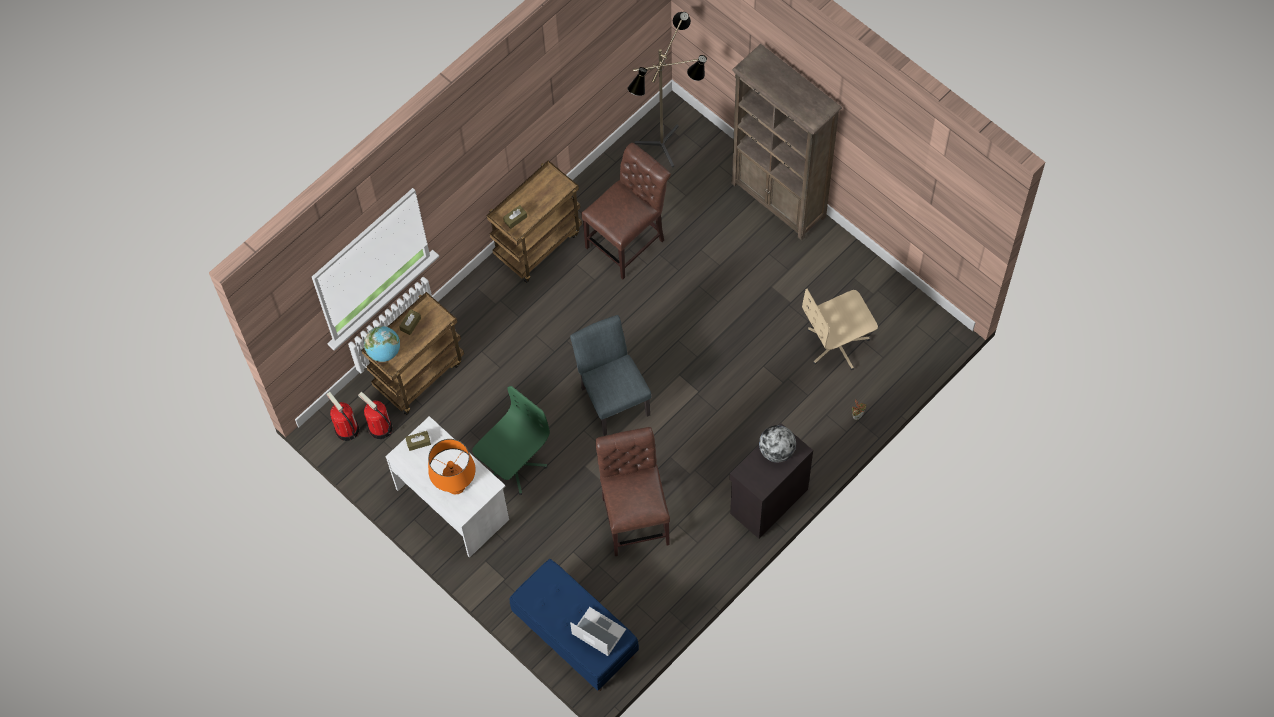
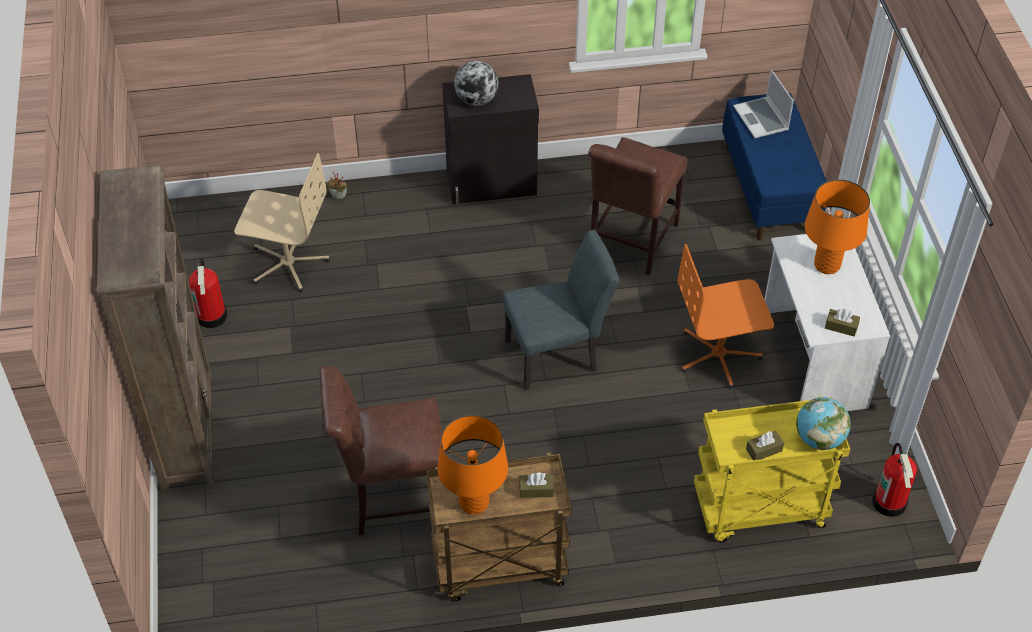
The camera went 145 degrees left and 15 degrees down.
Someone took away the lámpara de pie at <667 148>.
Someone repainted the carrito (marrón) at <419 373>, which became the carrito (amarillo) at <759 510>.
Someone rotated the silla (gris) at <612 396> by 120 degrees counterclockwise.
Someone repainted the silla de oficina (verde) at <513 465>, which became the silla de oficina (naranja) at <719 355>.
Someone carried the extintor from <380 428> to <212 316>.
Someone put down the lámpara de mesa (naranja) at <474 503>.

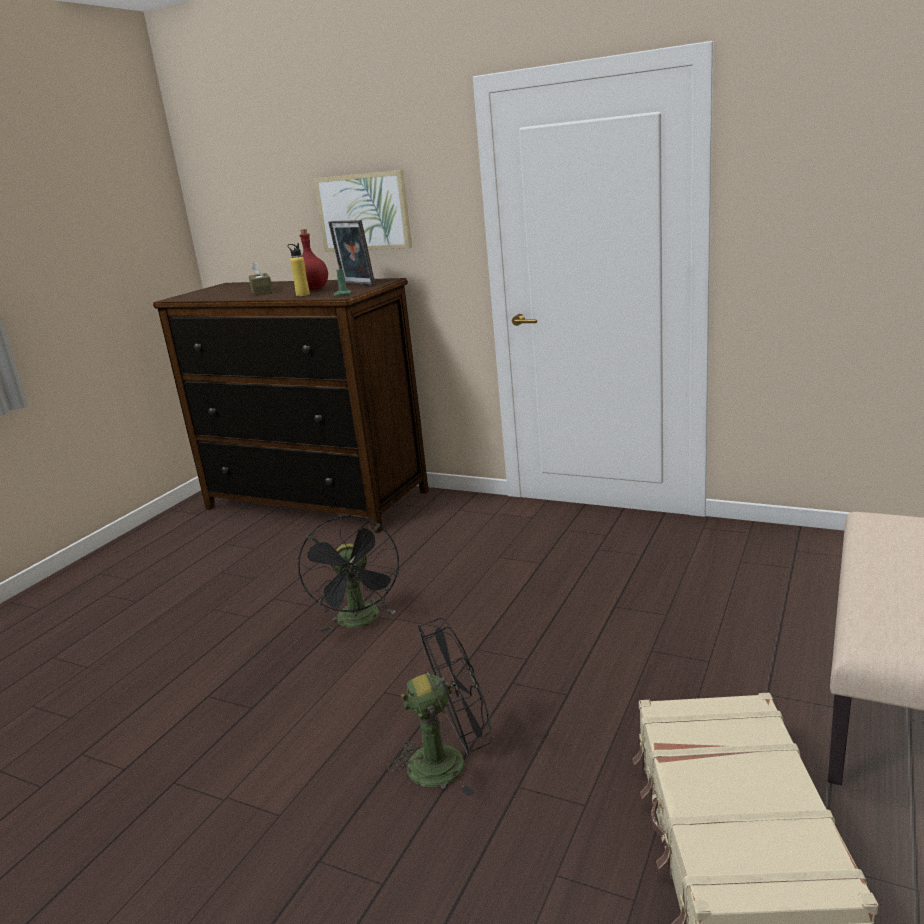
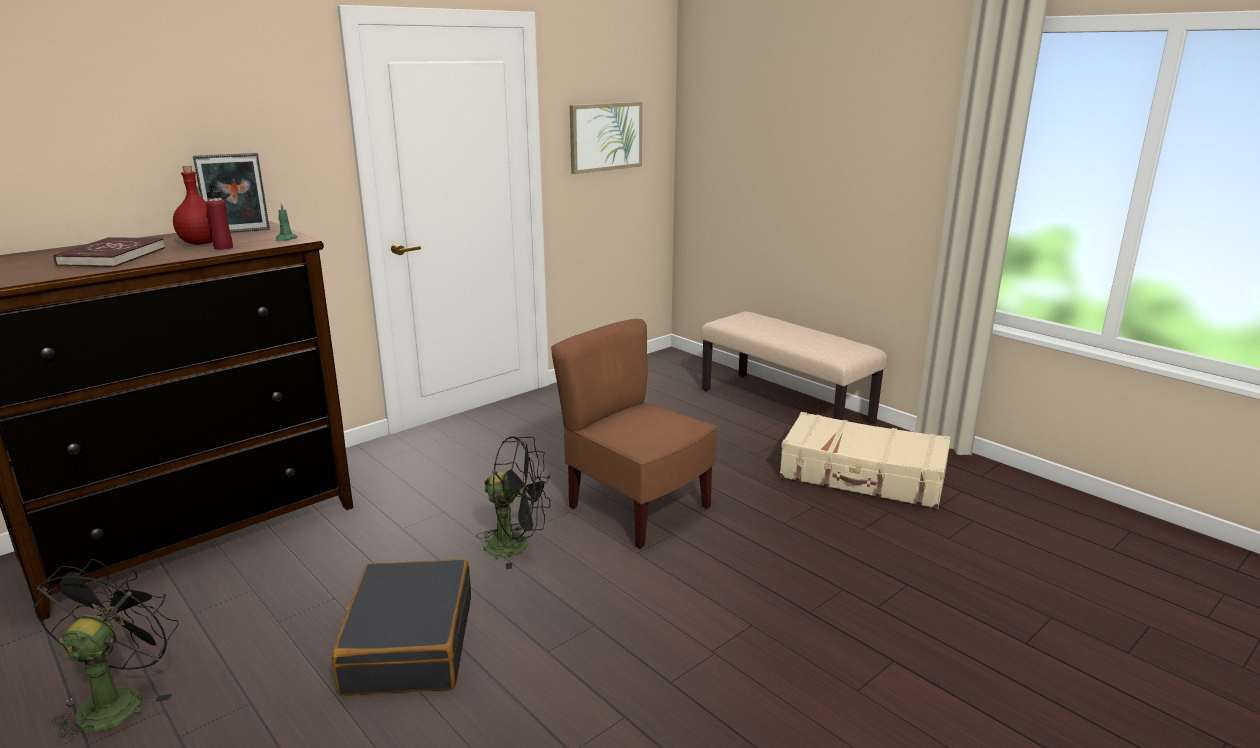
The camera went 70 degrees left and 0 degrees up.
Someone carried the cuadro from <364 212> to <605 136>.
Someone repainted the botella (amarillo) at <302 295>, which became the botella (rojo) at <223 248>.
Someone swapped the caja de pañuelos (marrón) at <261 291> for the libro (rojo) at <112 257>.
Someone carried the ventilador (negro) from <449 761> to <116 699>.
Someone put down the silla (marrón) at <636 509>.
Someone put down the maleta (negro) at <408 644>.

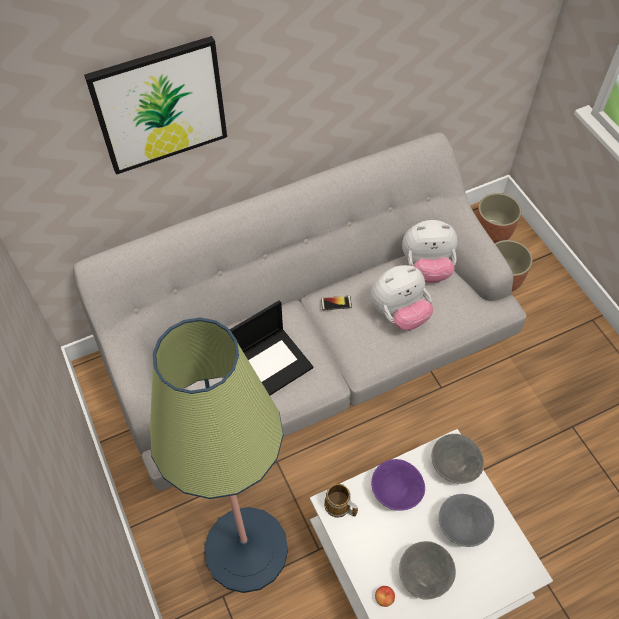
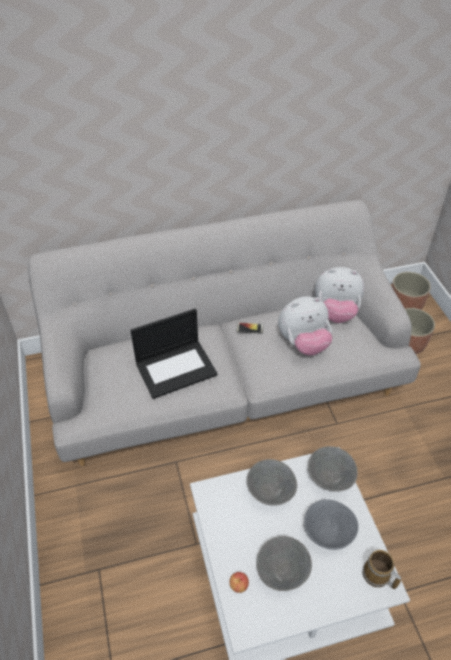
The camera went 10 degrees right and 10 degrees down.
Someone took away the cuadro at <160 105>.
Someone took away the lámpara de pie at <246 549>.
Someone repainted the cuenco (morado) at <396 492>, which became the cuenco (gris) at <271 492>.
Someone carried the taza grande from <338 506> to <377 576>.

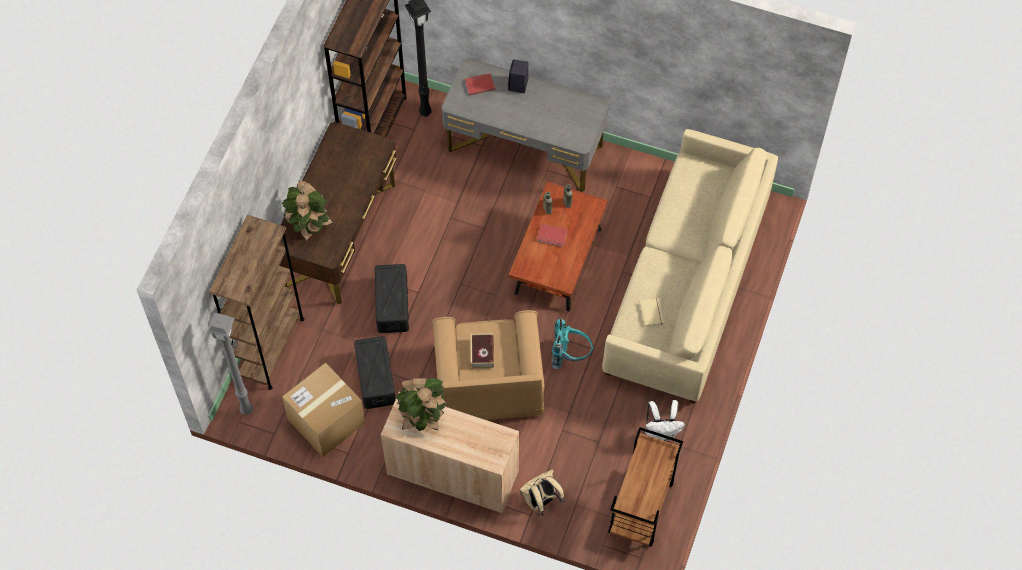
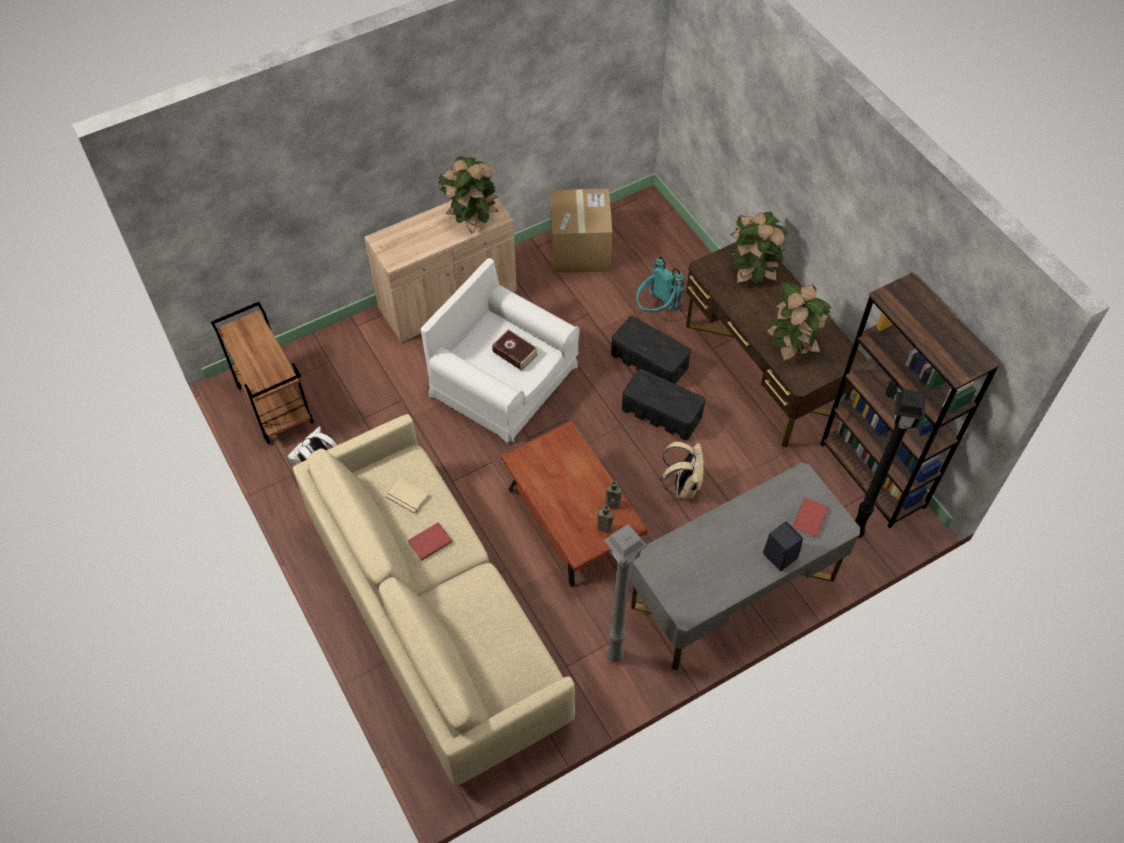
The camera went 130 degrees right and 5 degrees down.
Someone took away the estantería (marrón) at <270 348>.
Someone carried the libro (rojo) from <551 236> to <429 541>.
Someone repainted the sillón (marrón) at <489 380>, which became the sillón (blanco) at <503 380>.
Someone carried the lámpara de pie (gris) from <247 411> to <613 655>.
Someone carried the mochila (turquesa) from <570 355> to <655 309>.
Someone carried the caja de almacenaje (negro) from <375 377> to <662 413>.
Someone carried the mochila (beis) from <541 501> to <683 485>.
Someone put down the planta en maceta at <792 346>.

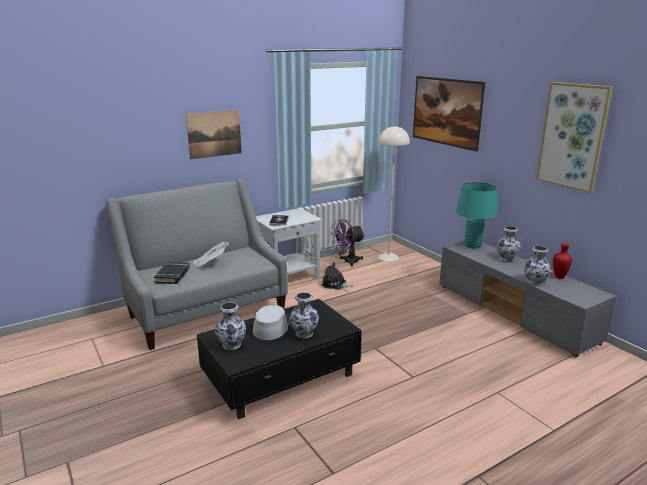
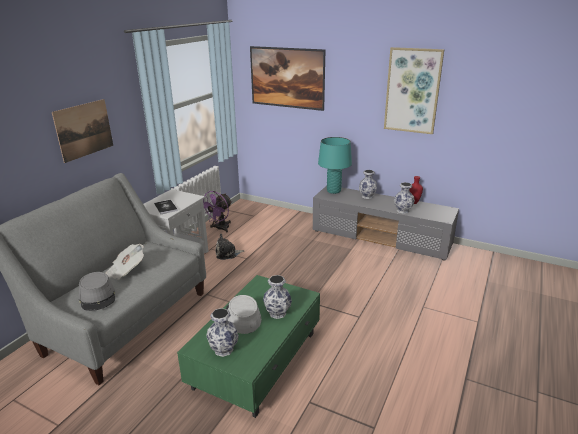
The camera went 30 degrees left and 5 degrees up.
Someone took away the lámpara de pie (beis) at <388 257>.
Someone swapped the libro (negro) at <173 275> for the sombrero (gris) at <98 297>.
Someone repainted the mesa de centro (negro) at <282 376>, which became the mesa de centro (verde) at <258 359>.

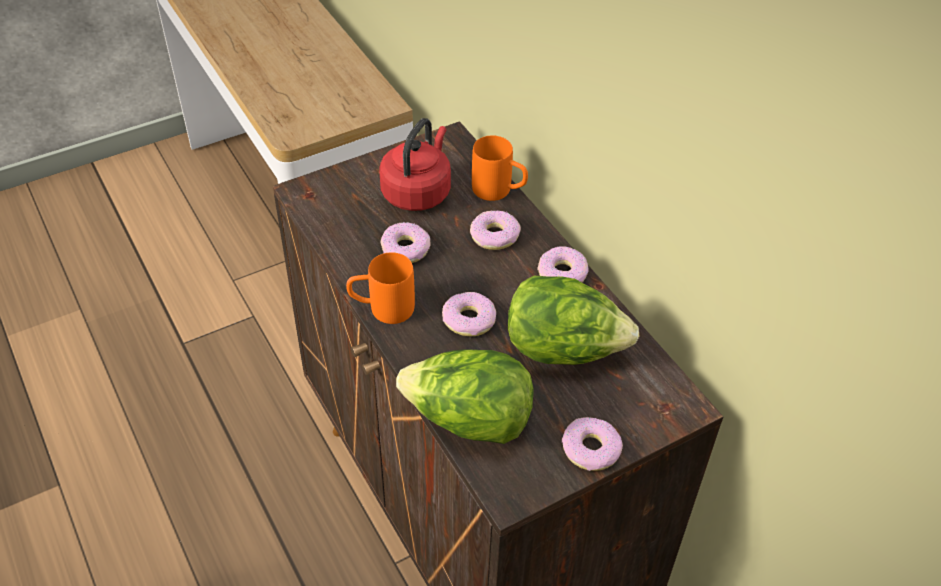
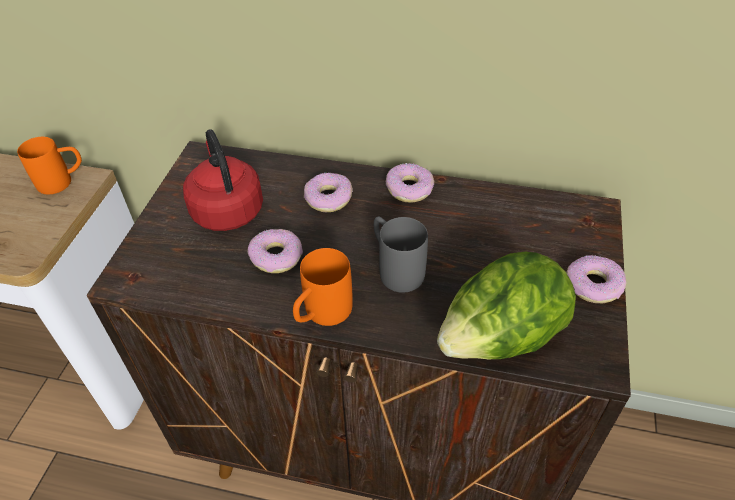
The camera went 45 degrees left and 0 degrees up.
Someone carried the taza grande (naranja) from <499 191> to <63 181>.
Someone took away the lechuga at <563 349>.
Someone swapped the rosquilla at <469 320> for the taza grande (gris) at <395 268>.

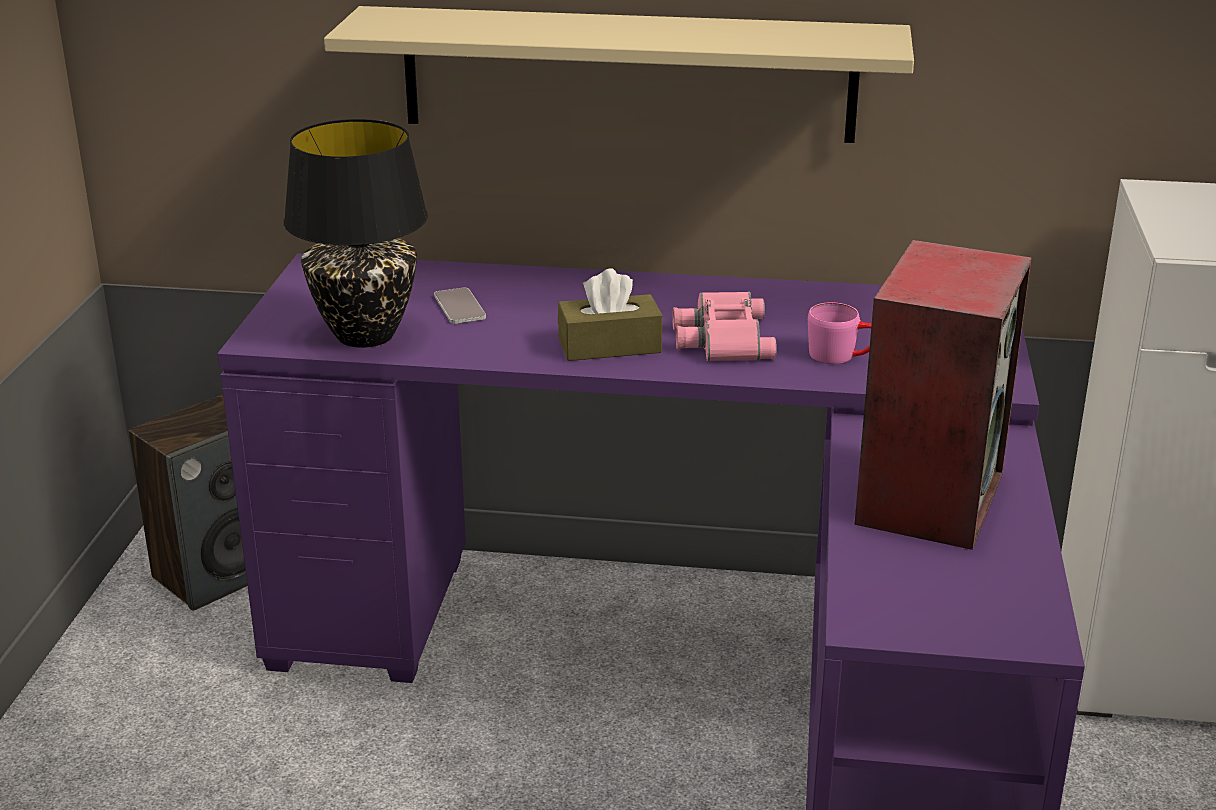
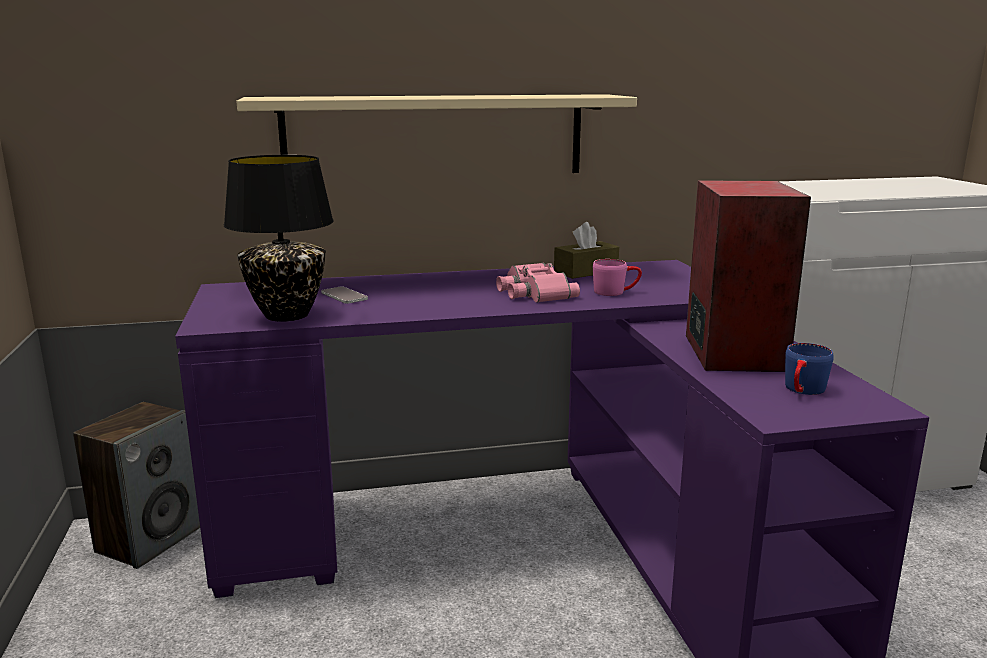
The camera went 20 degrees left and 10 degrees down.
Someone carried the caja de pañuelos (marrón) from <609 346> to <586 271>.
Someone put down the taza grande (azul) at <802 391>.

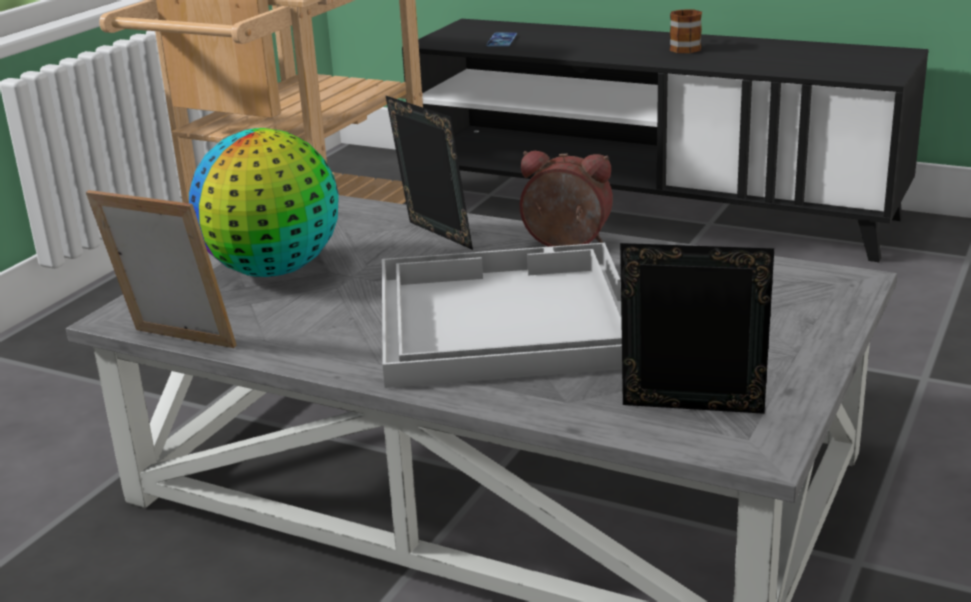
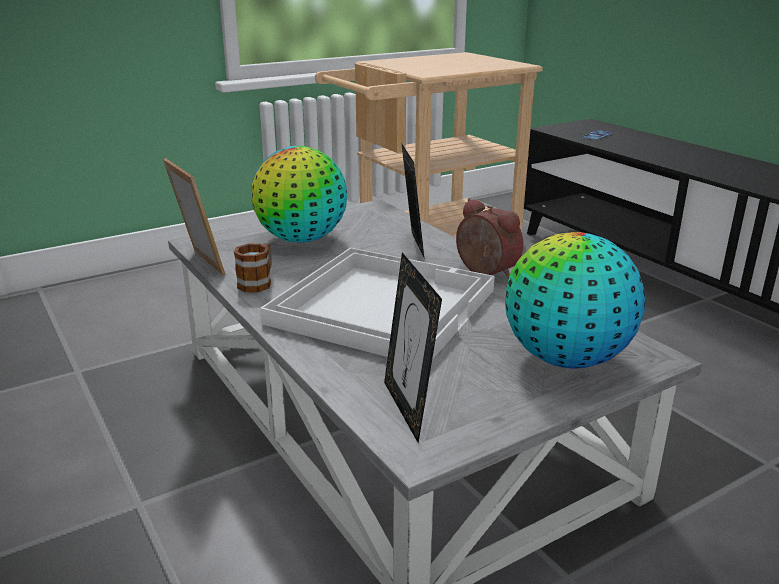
The camera went 30 degrees right and 0 degrees up.
Someone carried the taza grande from <683 47> to <258 282>.
Someone rotated the portarretratos at <692 415> by 150 degrees counterclockwise.
Someone put down the globo terráqueo at <565 359>.

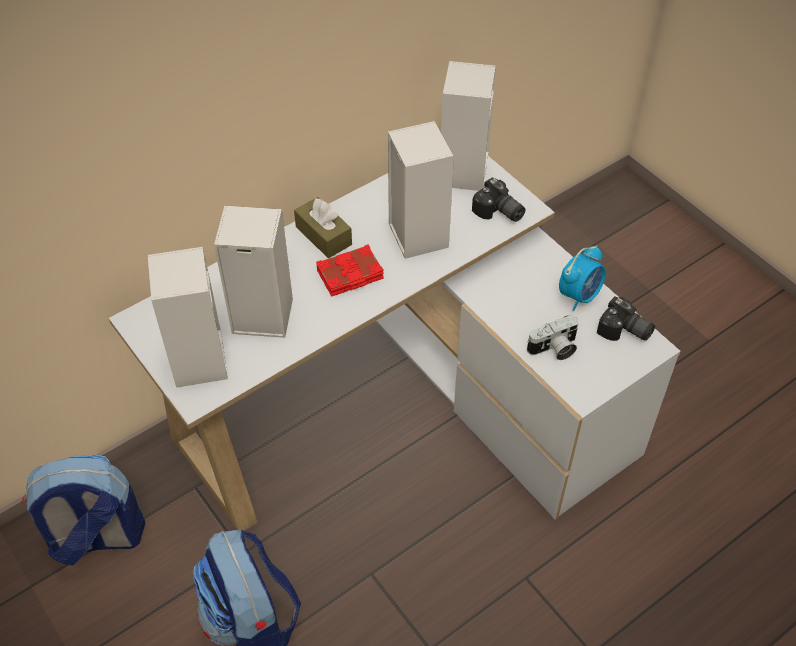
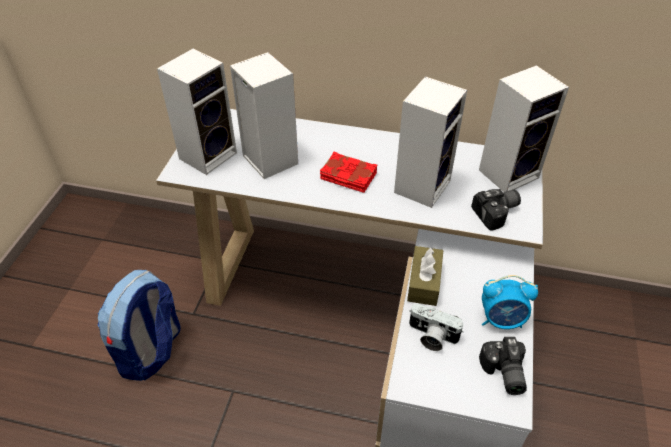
The camera went 50 degrees right and 5 degrees down.
Someone rotated the cámara at <498 212> by 120 degrees counterclockwise.
Someone carried the caja de pañuelos (marrón) from <323 235> to <424 282>.
Someone took away the mochila at <96 538>.

